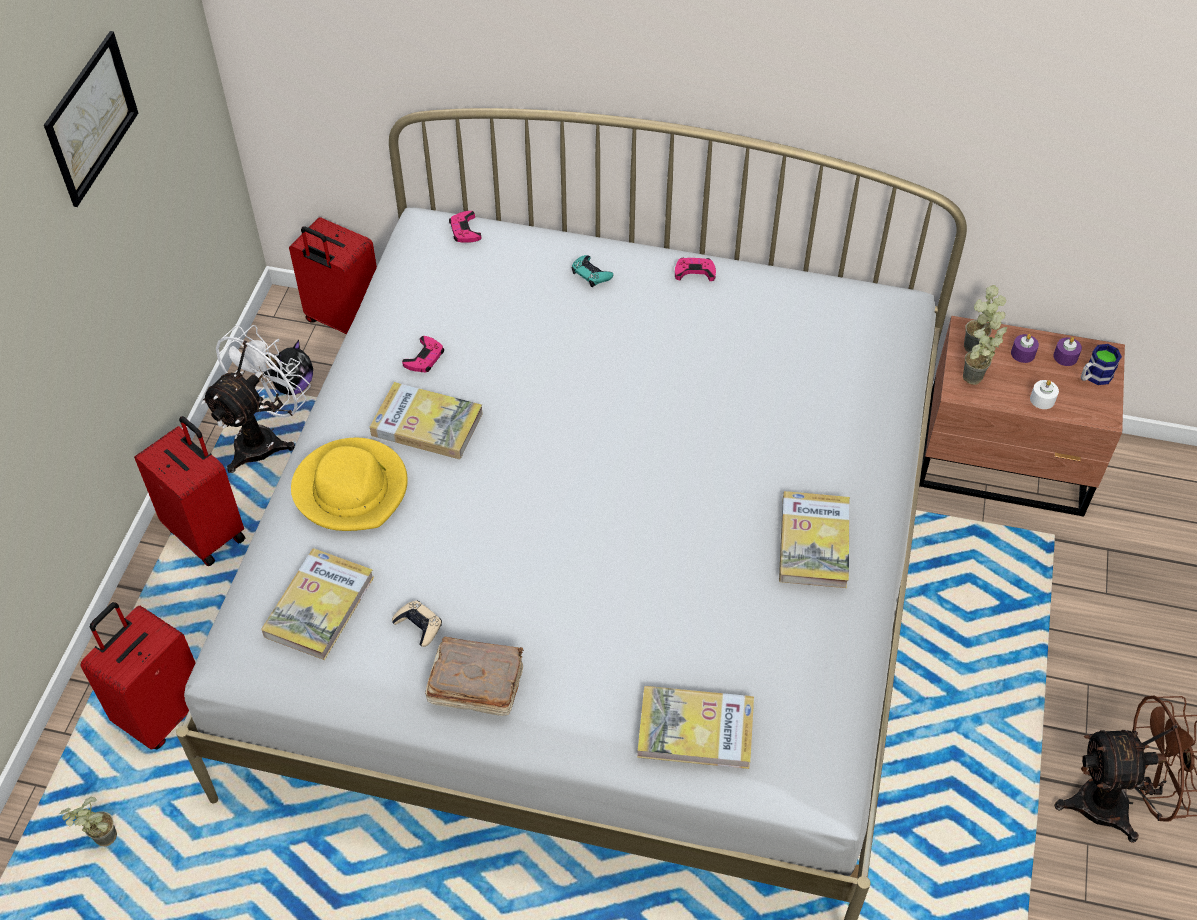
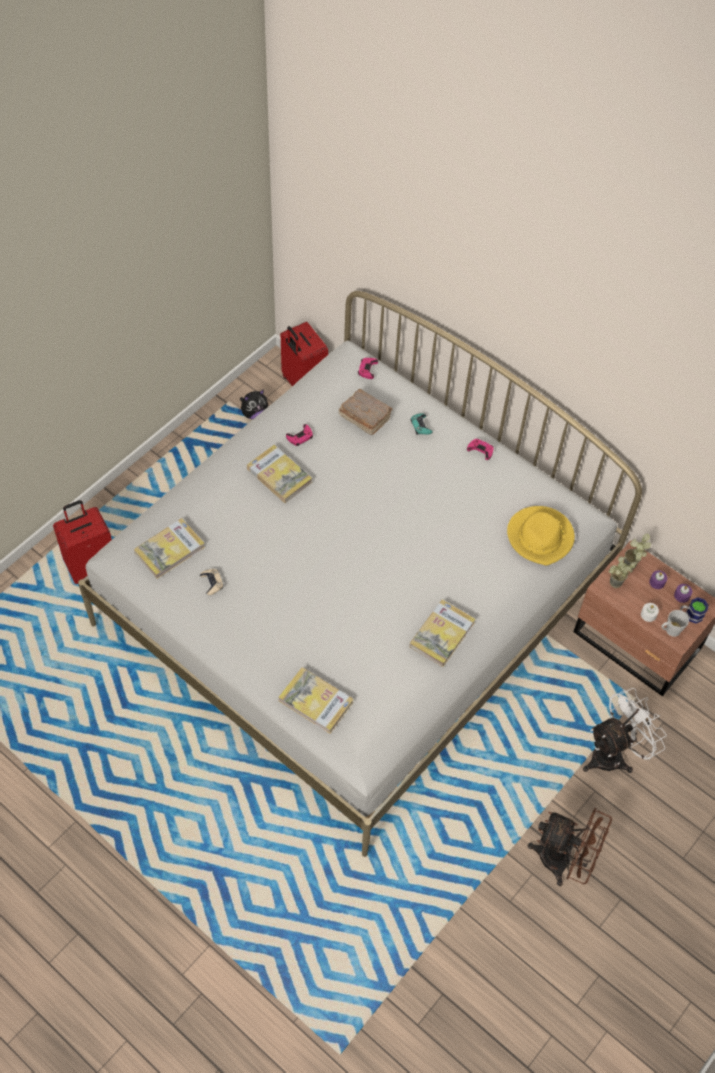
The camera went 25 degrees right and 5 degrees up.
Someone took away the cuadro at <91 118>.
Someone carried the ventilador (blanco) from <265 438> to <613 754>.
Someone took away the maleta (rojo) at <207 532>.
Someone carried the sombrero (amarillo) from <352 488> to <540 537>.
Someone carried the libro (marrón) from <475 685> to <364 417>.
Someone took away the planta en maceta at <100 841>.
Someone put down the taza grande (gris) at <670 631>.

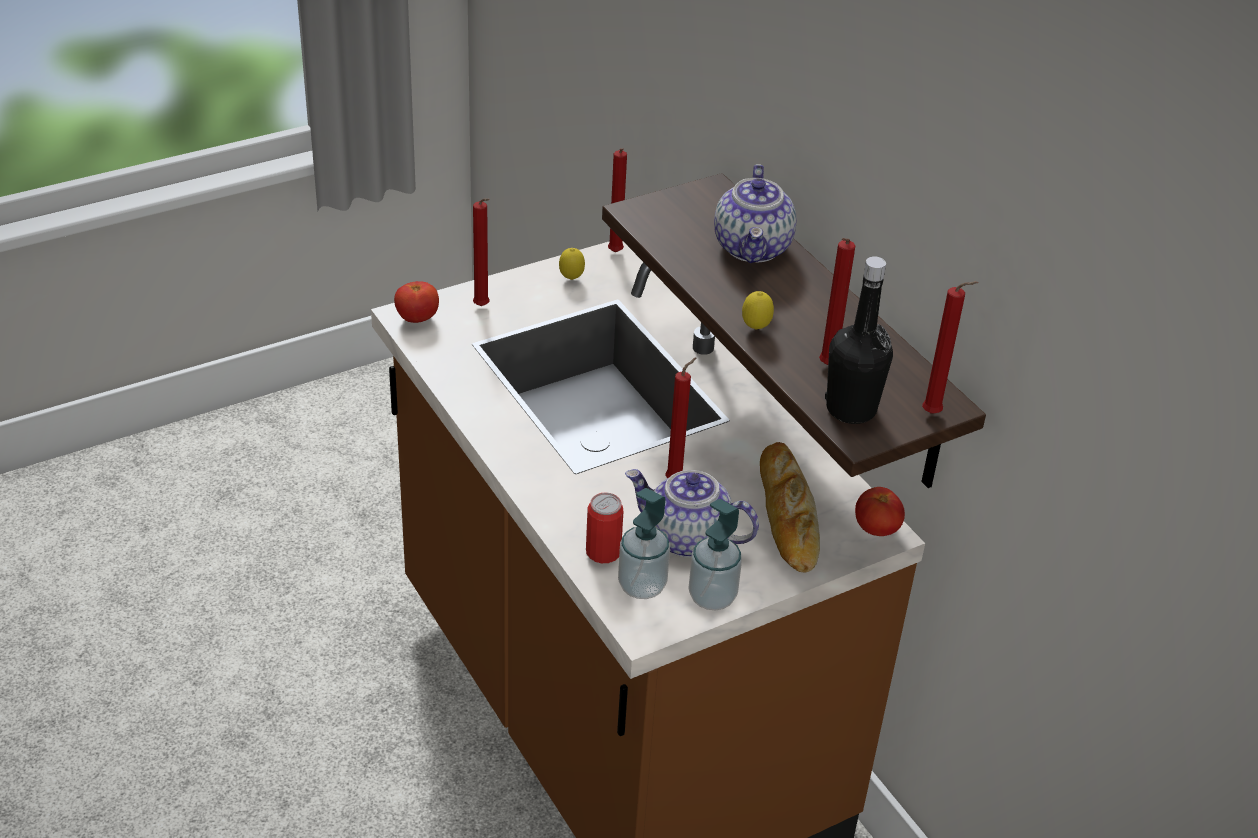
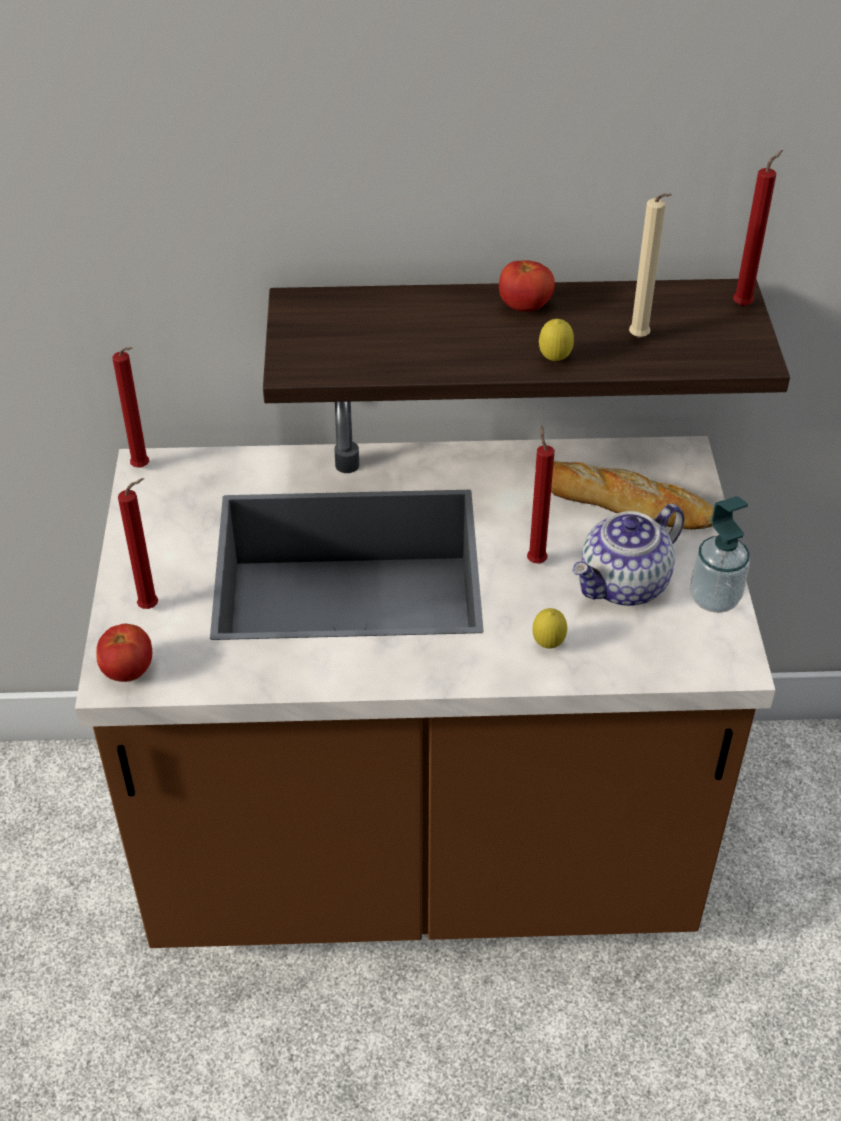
The camera went 60 degrees left and 5 degrees up.
Someone took away the tetera at <753 248>.
Someone repainted the vela (rojo) at <826 367>, which became the vela (beis) at <640 339>.
Someone carried the limón from <571 279> to <548 645>.
Someone took away the botella (negro) at <851 409>.
Someone carried the tomate from <876 529> to <525 307>.
Someone took away the dispensador de jabón at <642 586>.
Someone took away the lata at <603 552>.

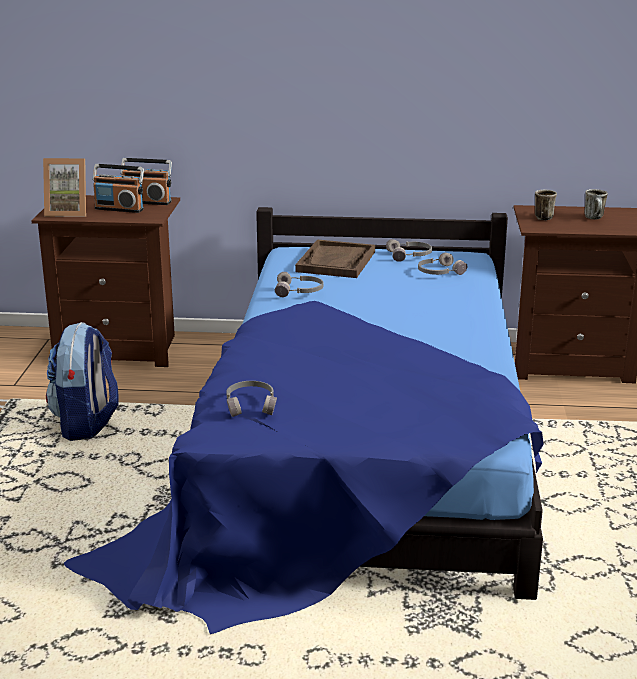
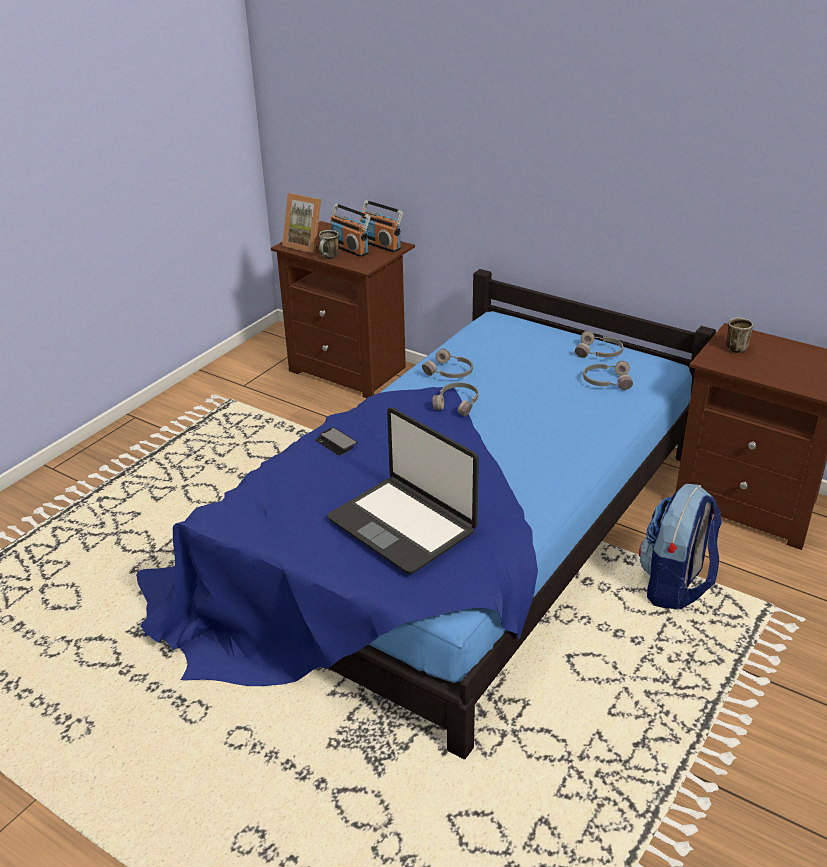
The camera went 30 degrees right and 10 degrees up.
Someone carried the taza grande from <595 218> to <329 258>.
Someone took away the bandeja (marrón) at <336 262>.
Someone carried the mochila from <86 424> to <675 585>.
Someone carried the auriculares (gris) from <251 405> to <457 403>.
Someone put down the portátil at <403 525>.
Someone put down the móvil at <336 442>.

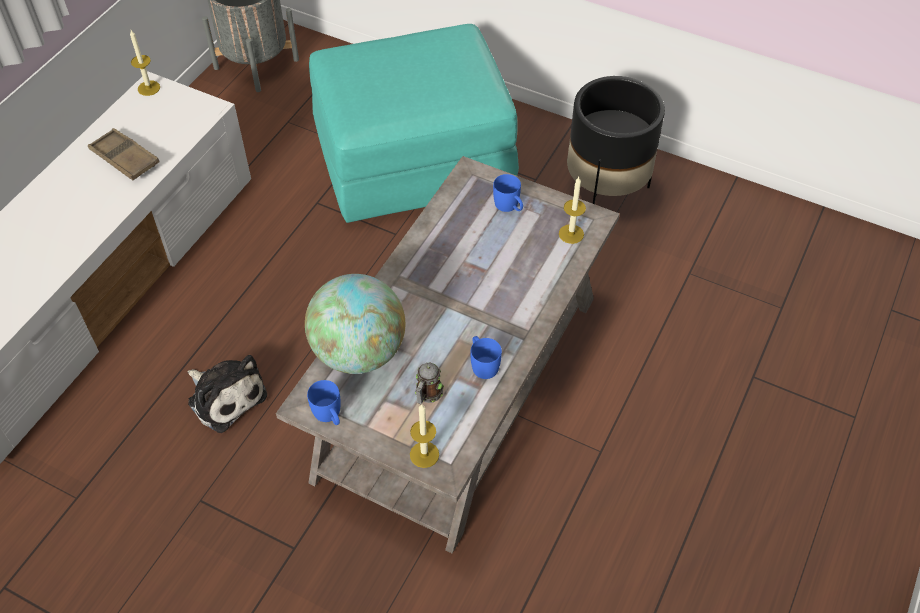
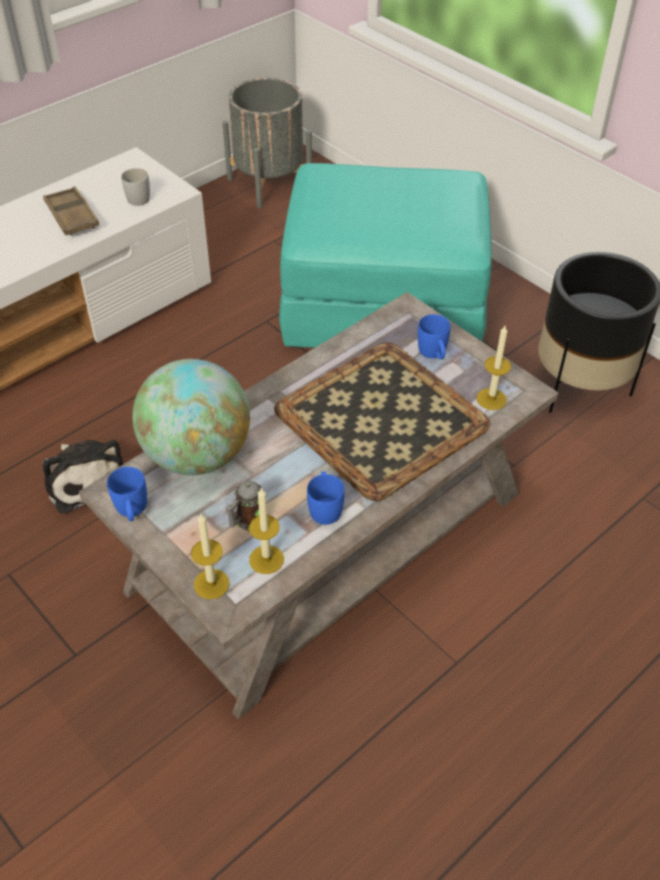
The camera went 20 degrees right and 5 degrees down.
Someone carried the vela from <149 88> to <266 559>.
Someone put down the taza grande (blanco) at <140 196>.
Someone put down the bandeja at <383 418>.

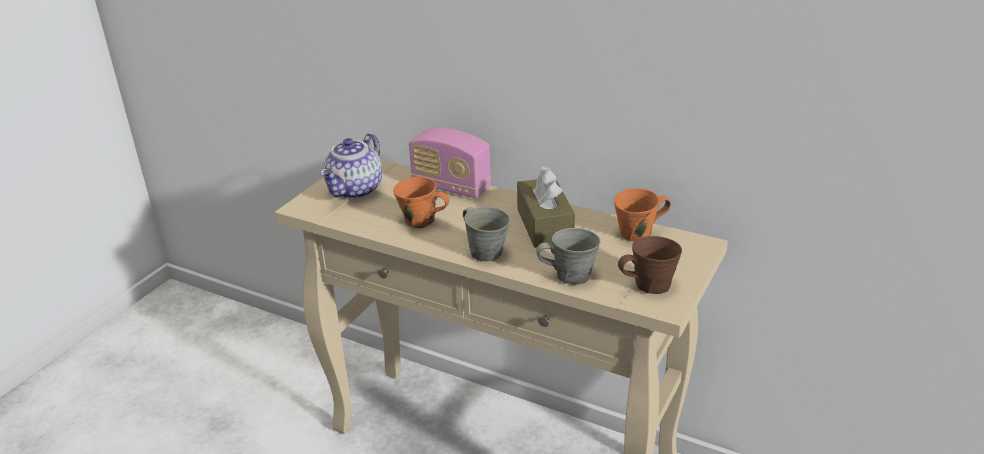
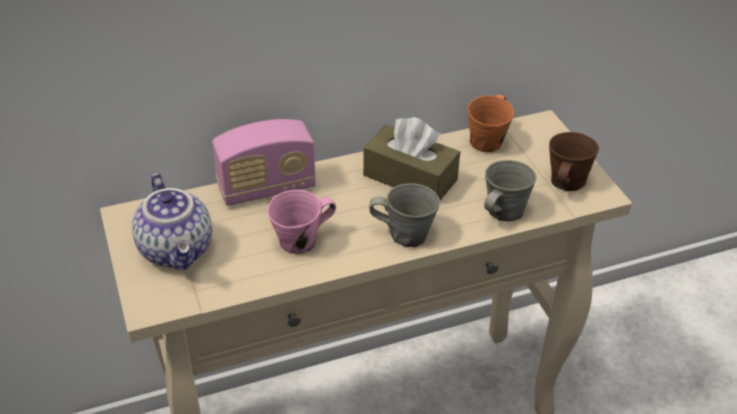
The camera went 50 degrees left and 10 degrees up.
Someone repainted the taza grande (naranja) at <421 221>, which became the taza grande (rosa) at <300 241>.

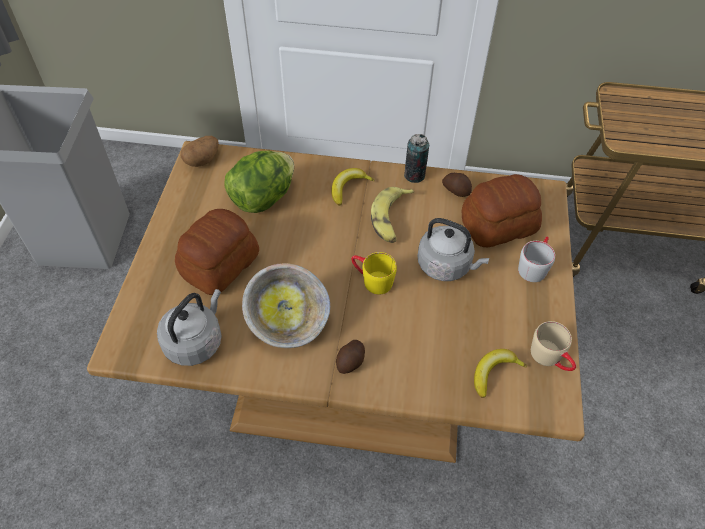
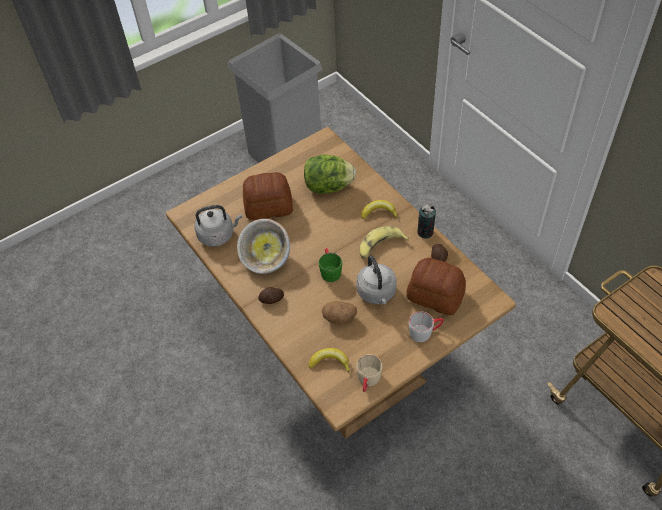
The camera went 50 degrees right and 0 degrees up.
Someone carried the patata from <202 160> to <339 318>.
Someone repainted the taza grande (amarillo) at <371 280>, which became the taza grande (verde) at <329 270>.

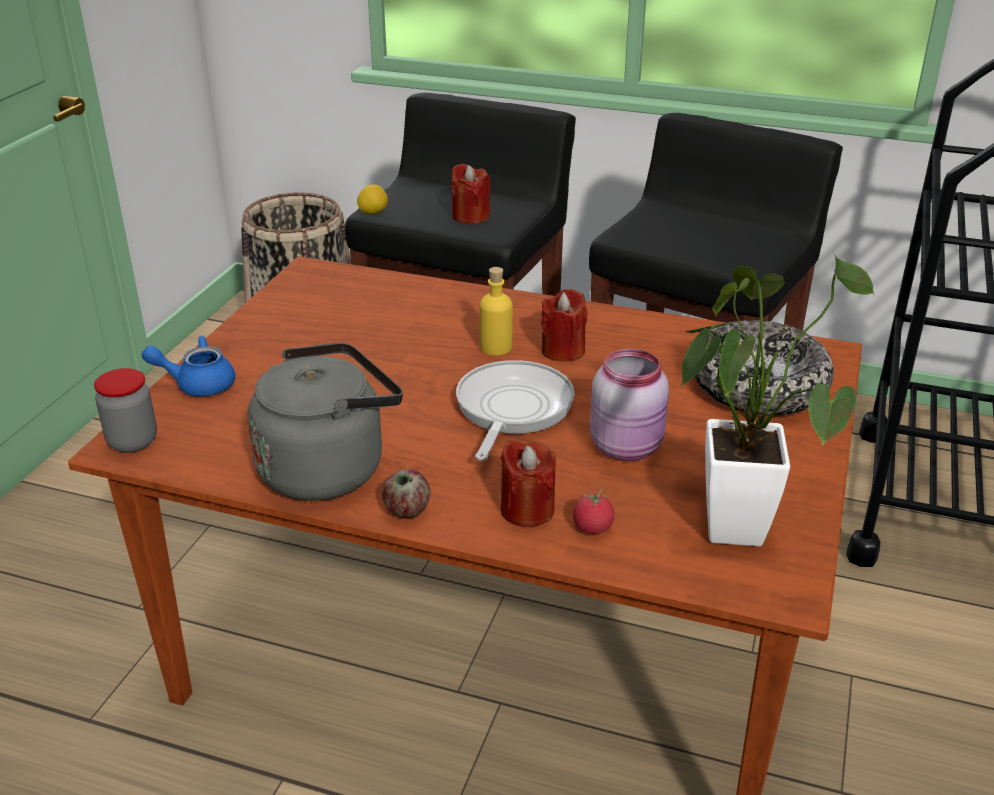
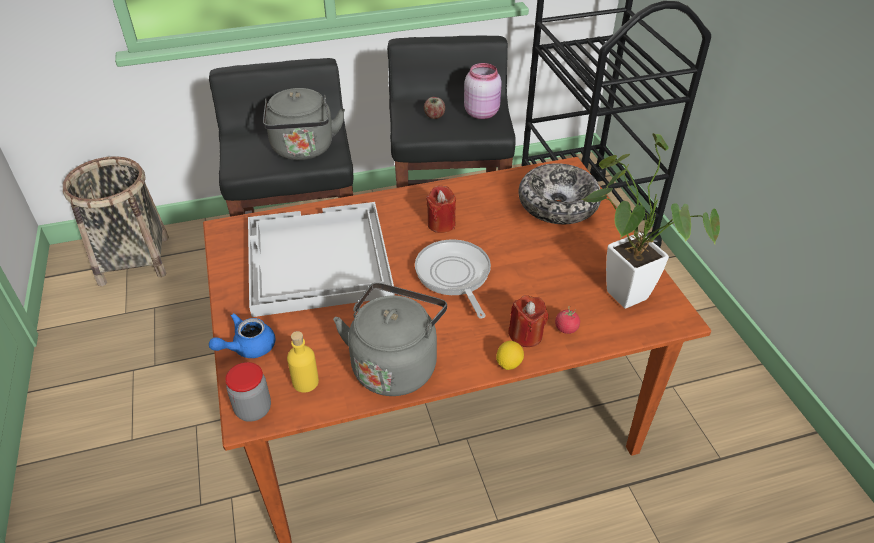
The camera went 35 degrees left and 10 degrees up.
Someone swapped the vela (rojo) at <470 216> for the hervidor (gris) at <303 150>.
Someone carried the limón from <373 212> to <508 364>.
Someone carried the botella (amarillo) from <496 347> to <305 382>.
Someone carried the tarro (rosa) from <627 446> to <482 112>.
Someone carried the manzana from <407 511> to <434 116>.
Someone put down the bandeja (blanco) at <317 261>.

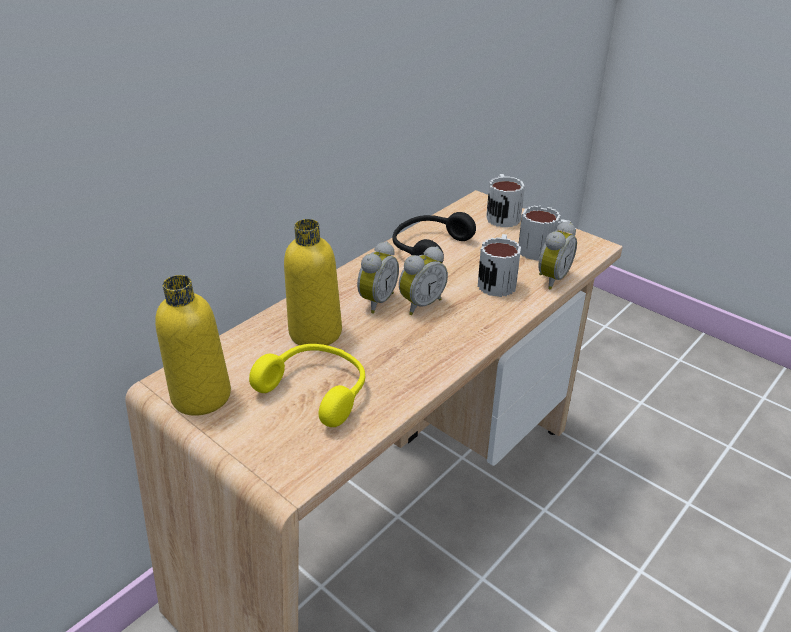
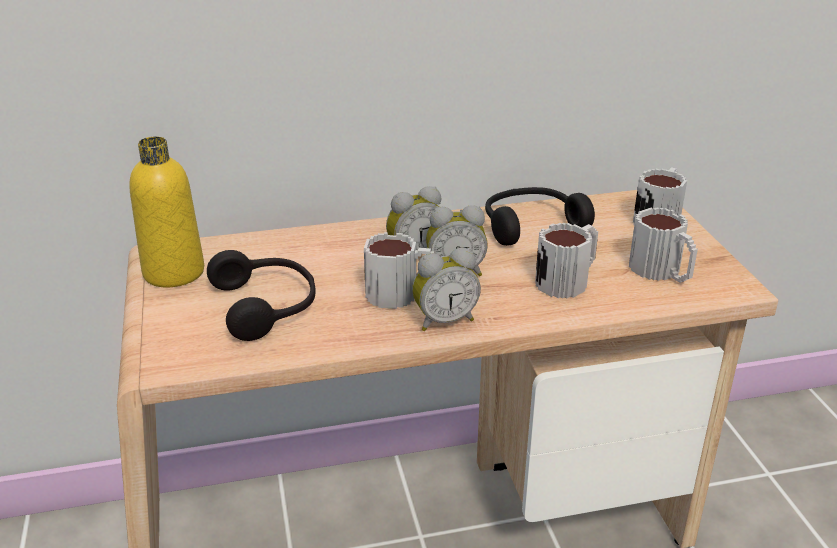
The camera went 35 degrees right and 5 degrees down.
Someone took away the botella (amarillo) at <315 332>.
Someone carried the despertador from <551 278> to <444 320>.
Someone repainted the auriculares (amarillo) at <317 390>, which became the auriculares (negro) at <267 306>.
Someone put down the taza grande at <403 295>.

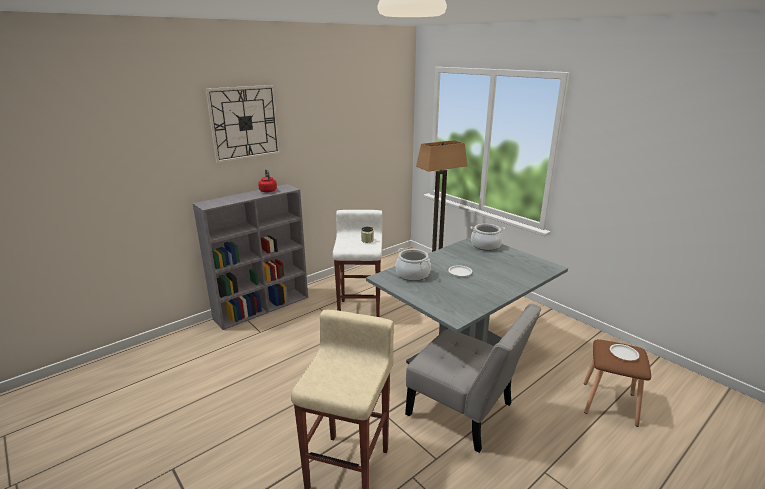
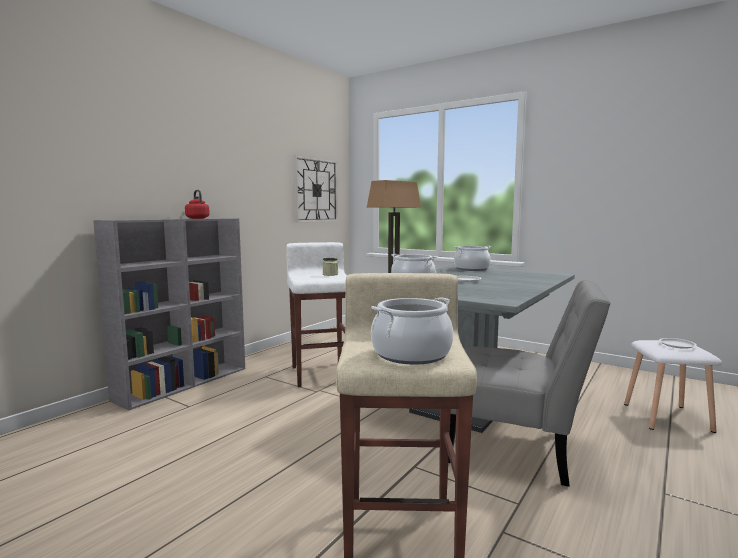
The camera went 15 degrees left and 15 degrees down.
Someone carried the reloj de pared from <244 123> to <316 190>.
Someone repainted the taburete (marrón) at <610 404>, which became the taburete (blanco) at <668 418>.
Someone put down the olla at <411 354>.

